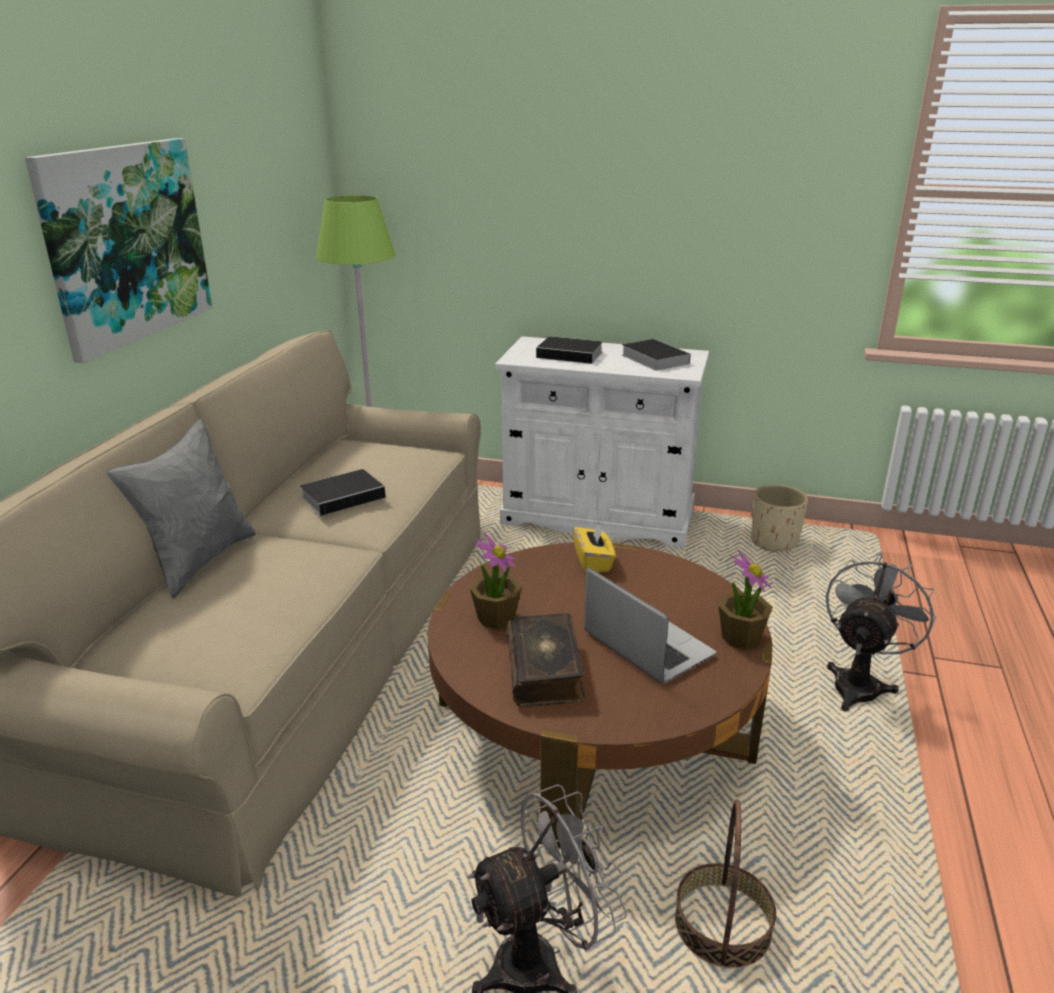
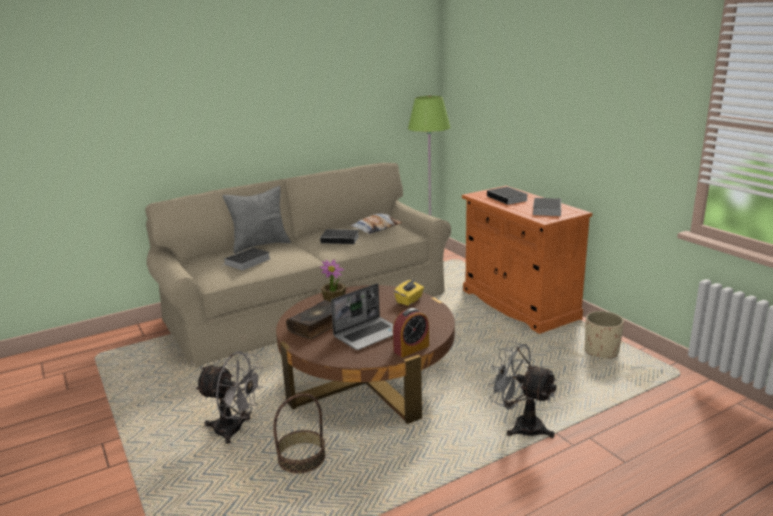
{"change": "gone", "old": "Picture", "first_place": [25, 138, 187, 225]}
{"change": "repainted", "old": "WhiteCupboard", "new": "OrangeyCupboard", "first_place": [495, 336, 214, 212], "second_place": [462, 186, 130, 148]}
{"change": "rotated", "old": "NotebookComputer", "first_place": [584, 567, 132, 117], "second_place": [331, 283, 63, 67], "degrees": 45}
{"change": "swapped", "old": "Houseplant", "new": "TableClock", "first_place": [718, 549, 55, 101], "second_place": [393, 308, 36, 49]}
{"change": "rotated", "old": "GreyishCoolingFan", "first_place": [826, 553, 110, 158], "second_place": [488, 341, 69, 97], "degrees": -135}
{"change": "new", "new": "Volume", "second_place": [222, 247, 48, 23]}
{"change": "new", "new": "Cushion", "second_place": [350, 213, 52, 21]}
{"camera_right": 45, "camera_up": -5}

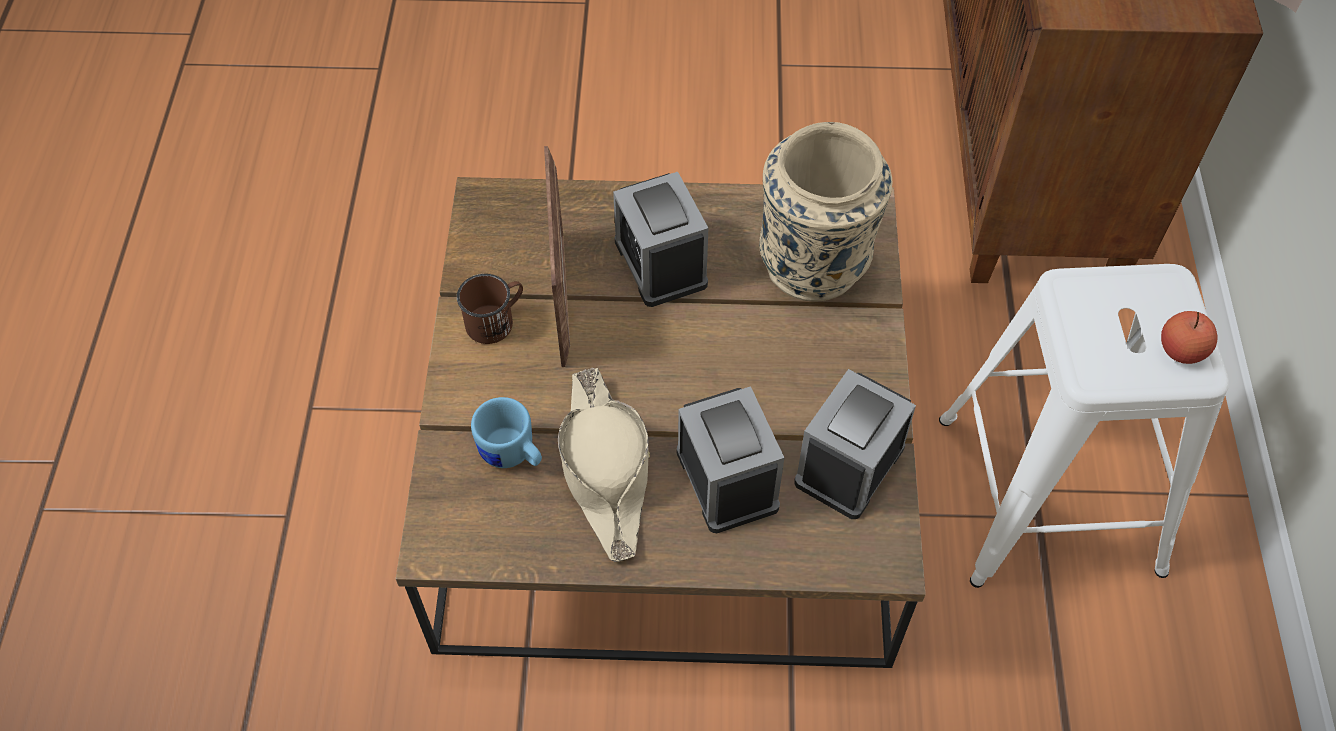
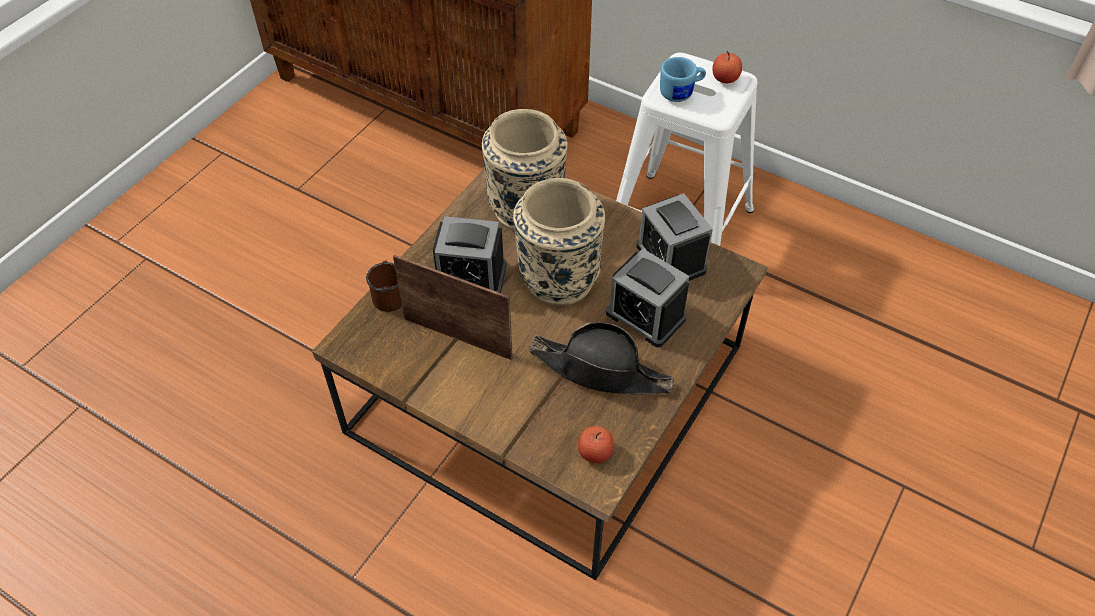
{"change": "shifted", "old": "BrownTeaMug", "first_place": [457, 274, 66, 70], "second_place": [366, 261, 36, 51]}
{"change": "shifted", "old": "BlueTeaMug", "first_place": [471, 397, 71, 71], "second_place": [660, 57, 46, 45]}
{"change": "repainted", "old": "SandColouredWearableHat", "new": "BlackColouredWearableHat", "first_place": [558, 368, 92, 194], "second_place": [529, 322, 145, 73]}
{"change": "rotated", "old": "TableClock", "first_place": [677, 386, 107, 147], "second_place": [606, 248, 83, 99], "degrees": -150}
{"change": "new", "new": "SandColouredFlowerVase", "second_place": [513, 178, 92, 128]}
{"change": "new", "new": "AppleFruit", "second_place": [578, 426, 36, 37]}
{"camera_right": -60, "camera_up": -5}

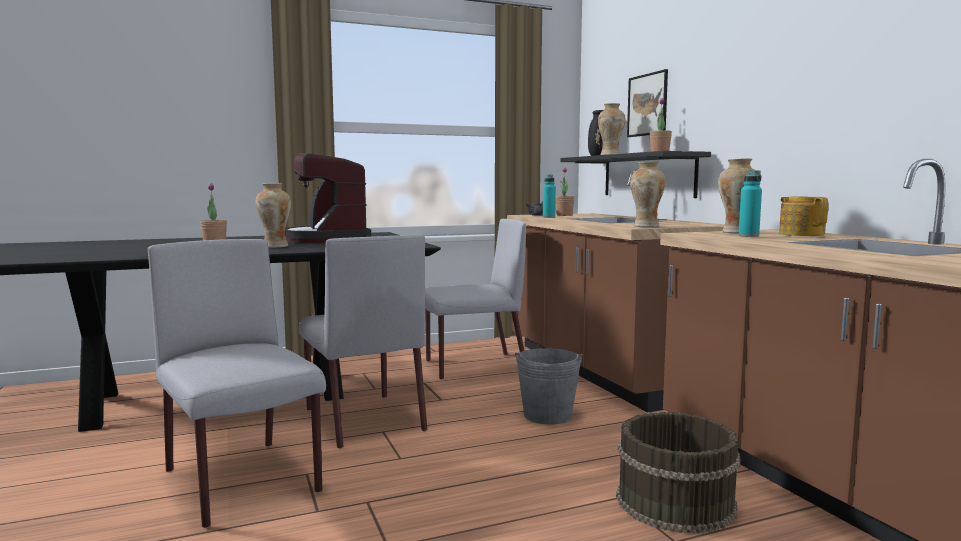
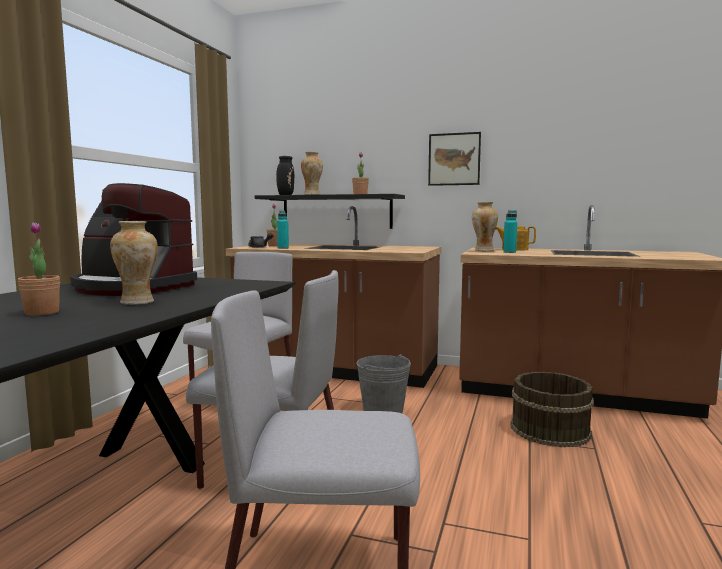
{"change": "shifted", "old": "Picture", "first_place": [627, 69, 41, 68], "second_place": [428, 132, 53, 54]}
{"change": "gone", "old": "FlowerVase", "first_place": [630, 162, 36, 65]}
{"camera_right": -50, "camera_up": 0}

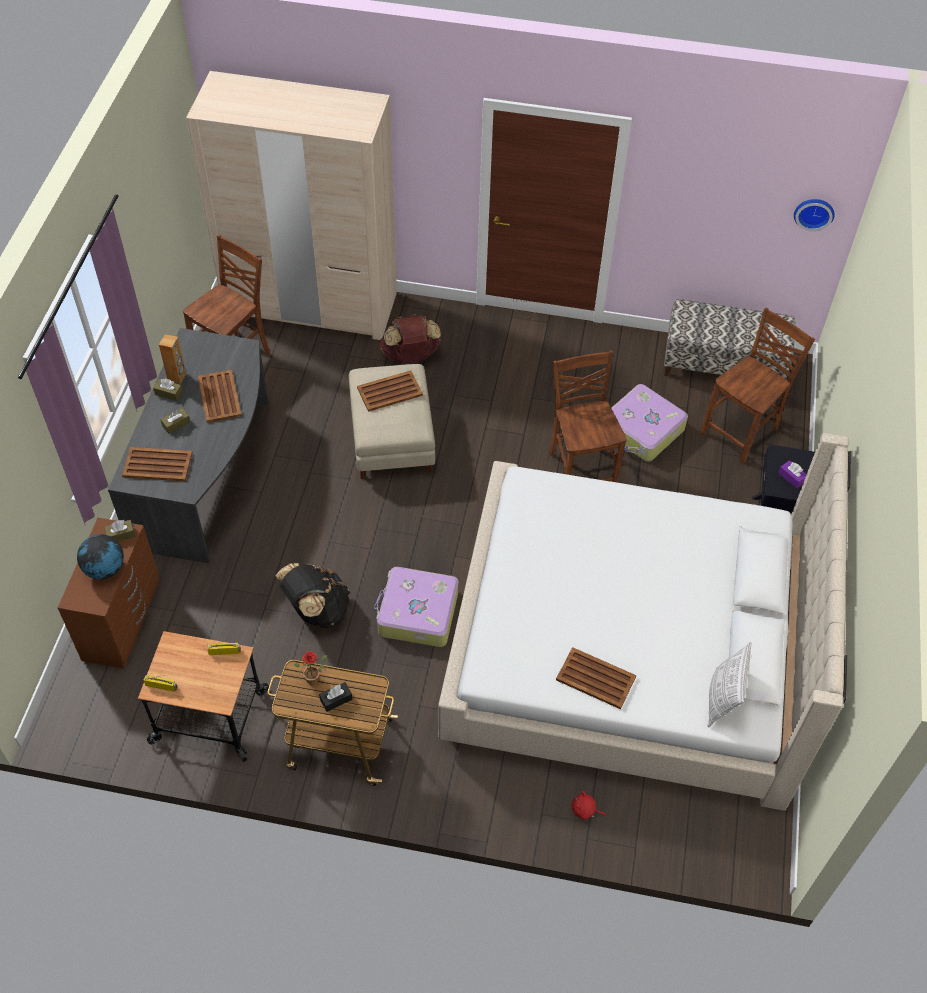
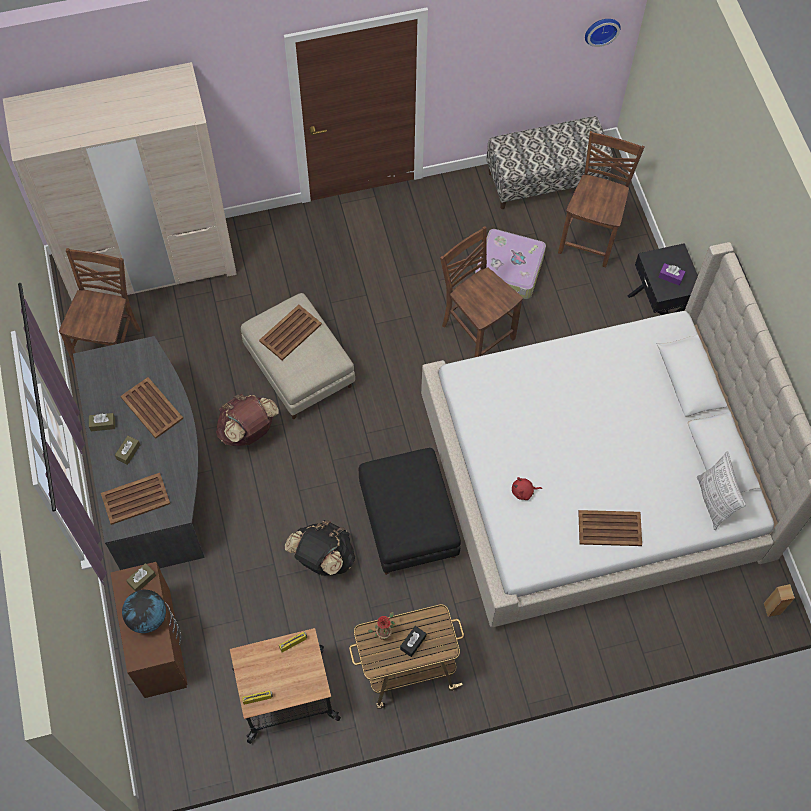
{"change": "shifted", "old": "BrownSpeaker", "first_place": [159, 334, 27, 50], "second_place": [764, 584, 31, 33]}
{"change": "swapped", "old": "TravelCase", "new": "BlackColouredOttoman", "first_place": [374, 567, 84, 80], "second_place": [358, 448, 103, 127]}
{"change": "shifted", "old": "BrownBackpack", "first_place": [379, 314, 62, 49], "second_place": [216, 394, 63, 52]}
{"change": "shifted", "old": "RedPlushToy", "first_place": [571, 791, 34, 29], "second_place": [512, 477, 31, 23]}
{"camera_right": -25, "camera_up": 10}

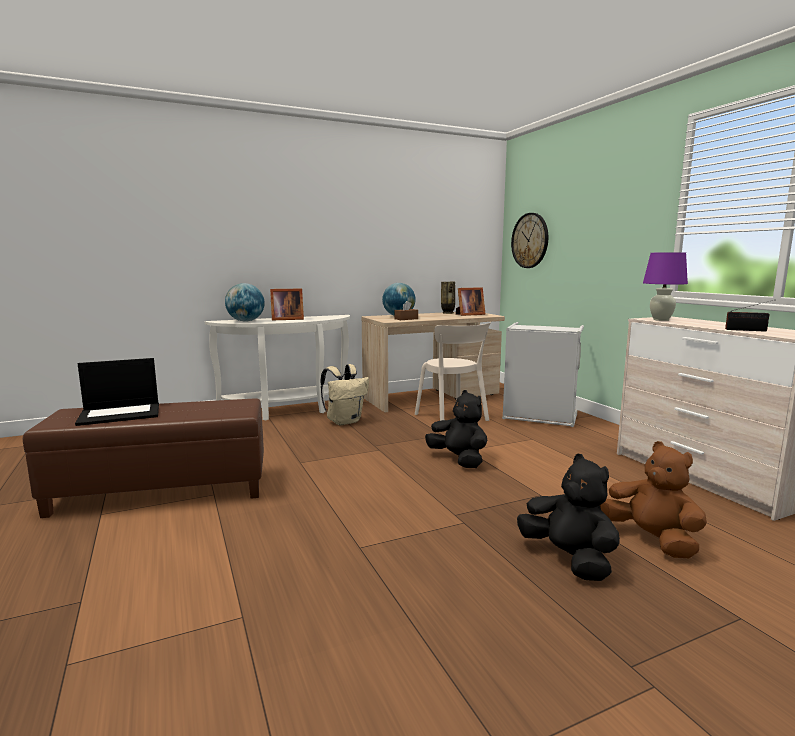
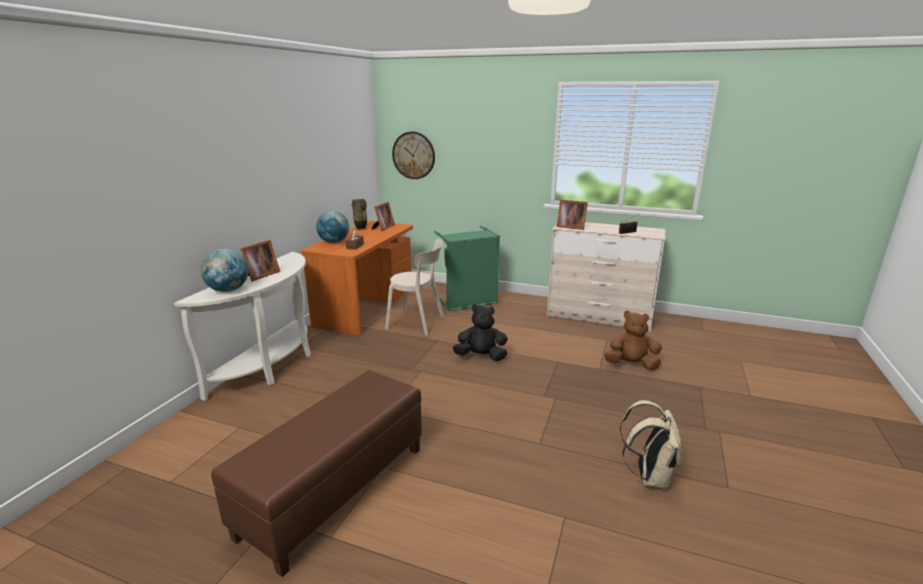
{"change": "gone", "old": "NotebookComputer", "first_place": [75, 358, 84, 68]}
{"change": "shifted", "old": "SandColouredBackpack", "first_place": [321, 364, 48, 61], "second_place": [620, 400, 62, 90]}
{"change": "repainted", "old": "SandColouredDeskUnit", "new": "OrangeyDeskUnit", "first_place": [361, 312, 144, 100], "second_place": [302, 221, 111, 115]}
{"change": "repainted", "old": "GreyishLaundryBasket", "new": "GreenColouredLaundryBasket", "first_place": [502, 322, 82, 105], "second_place": [434, 226, 66, 86]}
{"change": "gone", "old": "BlackColouredPlushToy", "first_place": [517, 454, 103, 127]}
{"change": "swapped", "old": "PurpleTableLamp", "new": "PictureFrame", "first_place": [643, 252, 45, 69], "second_place": [556, 200, 32, 30]}
{"camera_right": -45, "camera_up": 10}

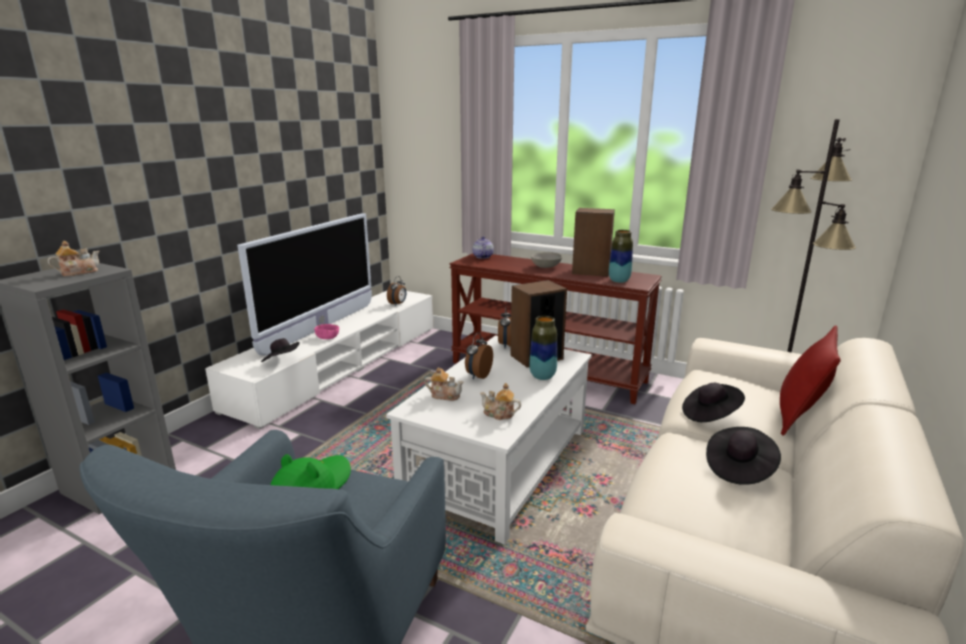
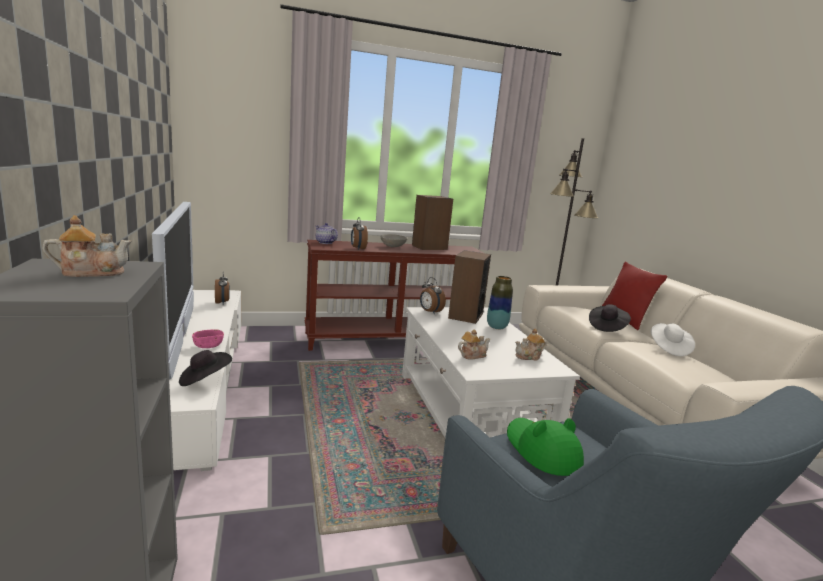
{"change": "rotated", "old": "PotForTea", "first_place": [48, 241, 52, 35], "second_place": [42, 215, 90, 62], "degrees": 60}
{"change": "shifted", "old": "TableClock", "first_place": [465, 332, 28, 47], "second_place": [351, 217, 17, 33]}
{"change": "gone", "old": "FlowerVase", "first_place": [609, 230, 24, 53]}
{"change": "repainted", "old": "BlackColouredWearableHat", "new": "WhiteWearableHat", "first_place": [706, 427, 75, 58], "second_place": [651, 323, 44, 33]}
{"camera_right": -45, "camera_up": -5}

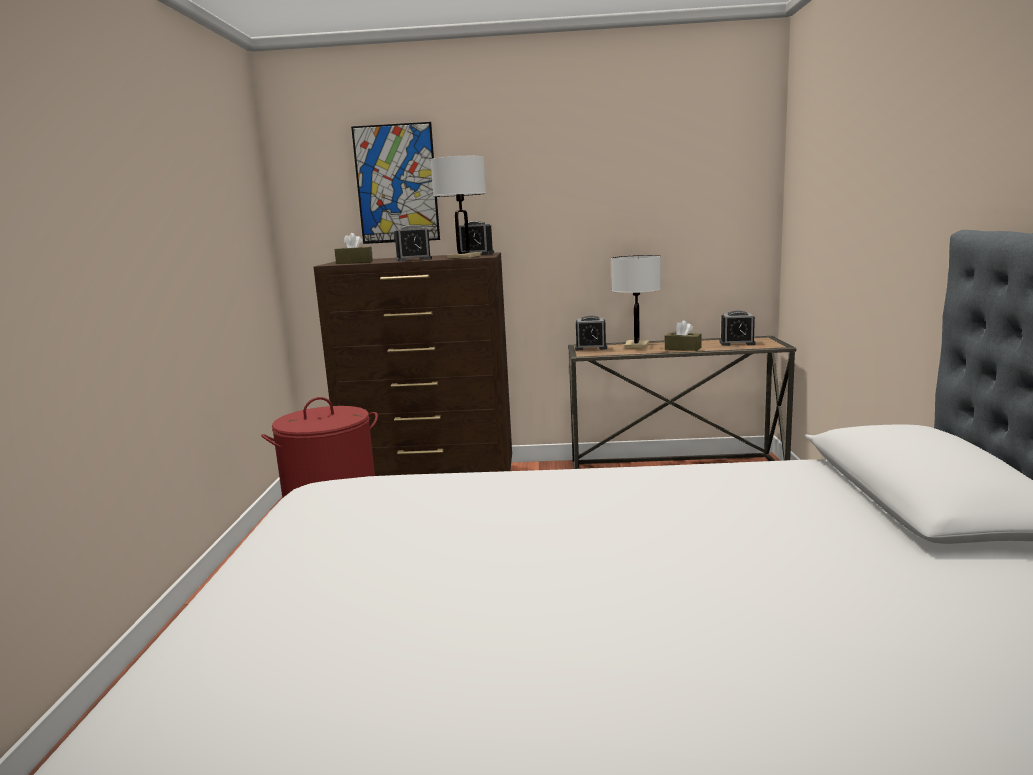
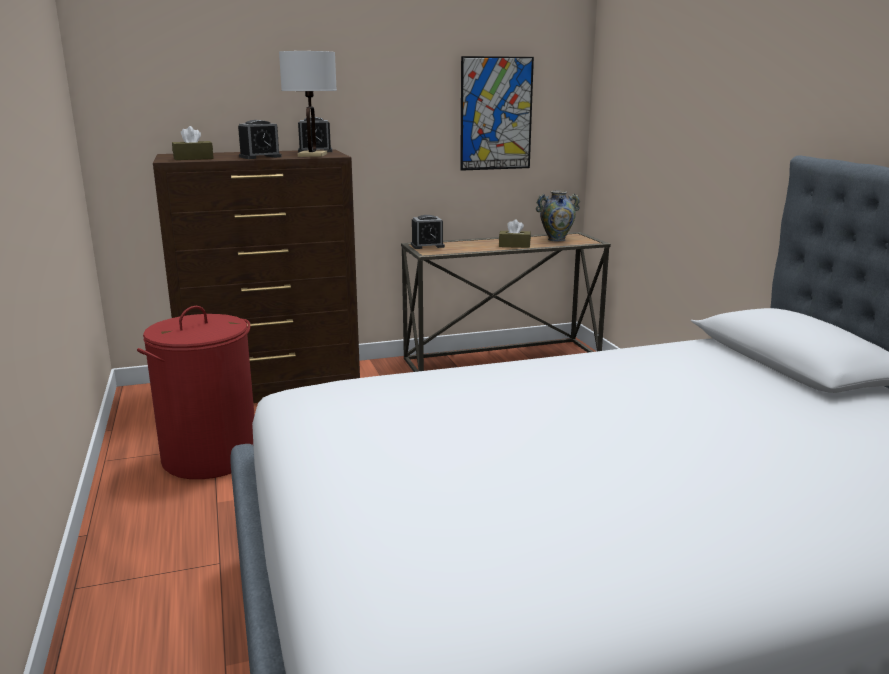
{"change": "shifted", "old": "Picture", "first_place": [351, 122, 89, 122], "second_place": [460, 56, 74, 115]}
{"change": "gone", "old": "WhiteTableLamp", "first_place": [611, 255, 50, 93]}
{"change": "swapped", "old": "TableClock", "new": "FlowerVase", "first_place": [720, 311, 36, 35], "second_place": [536, 190, 44, 51]}
{"camera_right": -20, "camera_up": 5}

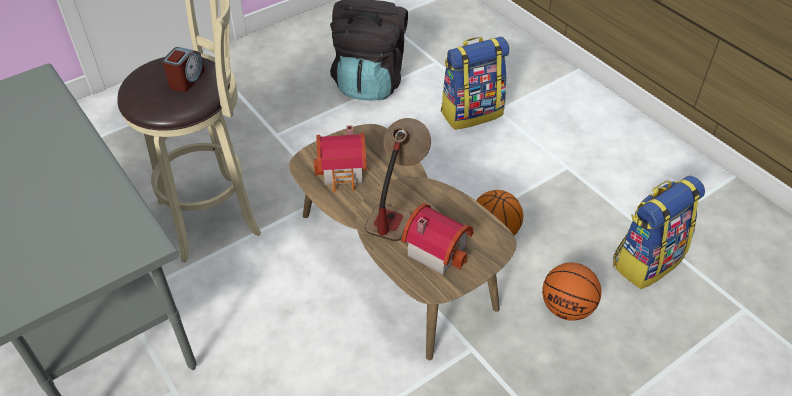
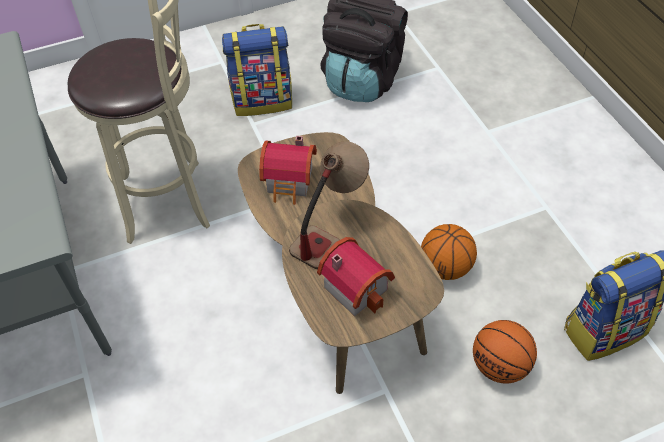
{"change": "gone", "old": "TableClock", "first_place": [163, 47, 42, 45]}
{"change": "shifted", "old": "Backpack", "first_place": [441, 37, 68, 93], "second_place": [222, 24, 70, 92]}
{"camera_right": 15, "camera_up": 5}

